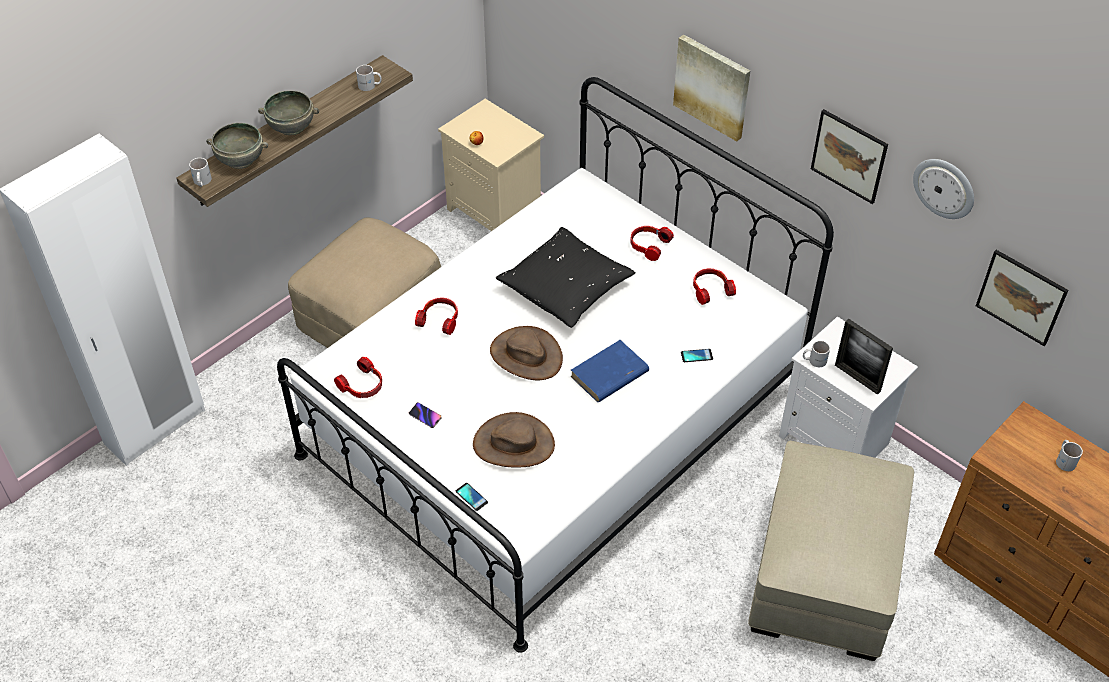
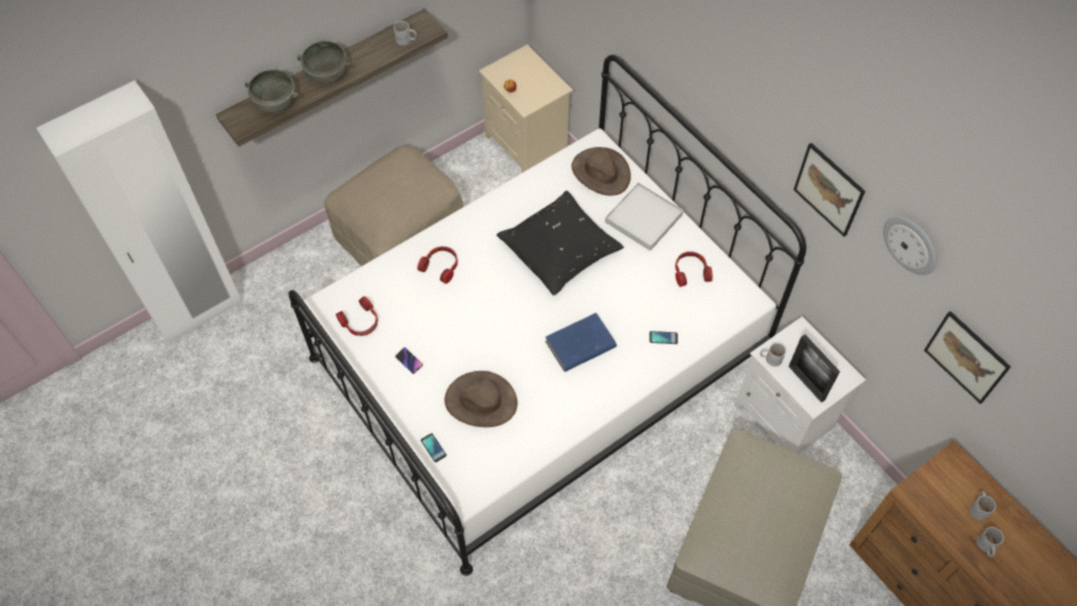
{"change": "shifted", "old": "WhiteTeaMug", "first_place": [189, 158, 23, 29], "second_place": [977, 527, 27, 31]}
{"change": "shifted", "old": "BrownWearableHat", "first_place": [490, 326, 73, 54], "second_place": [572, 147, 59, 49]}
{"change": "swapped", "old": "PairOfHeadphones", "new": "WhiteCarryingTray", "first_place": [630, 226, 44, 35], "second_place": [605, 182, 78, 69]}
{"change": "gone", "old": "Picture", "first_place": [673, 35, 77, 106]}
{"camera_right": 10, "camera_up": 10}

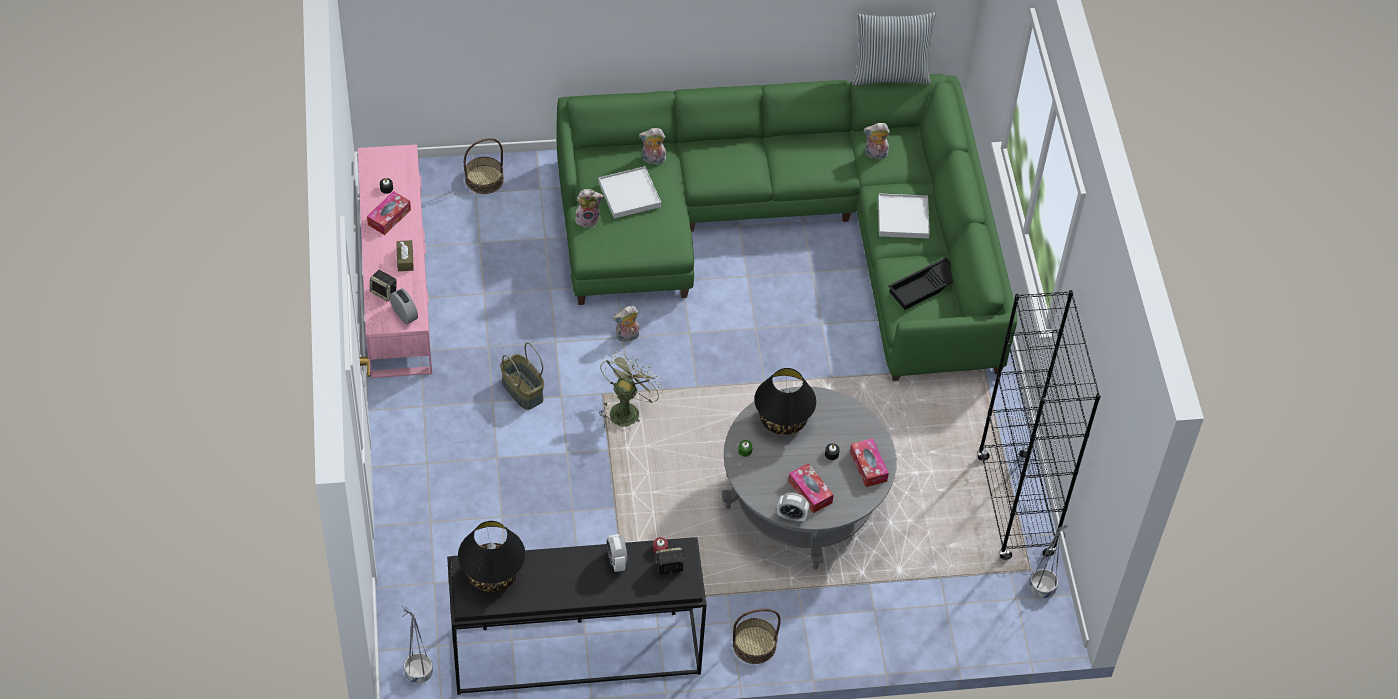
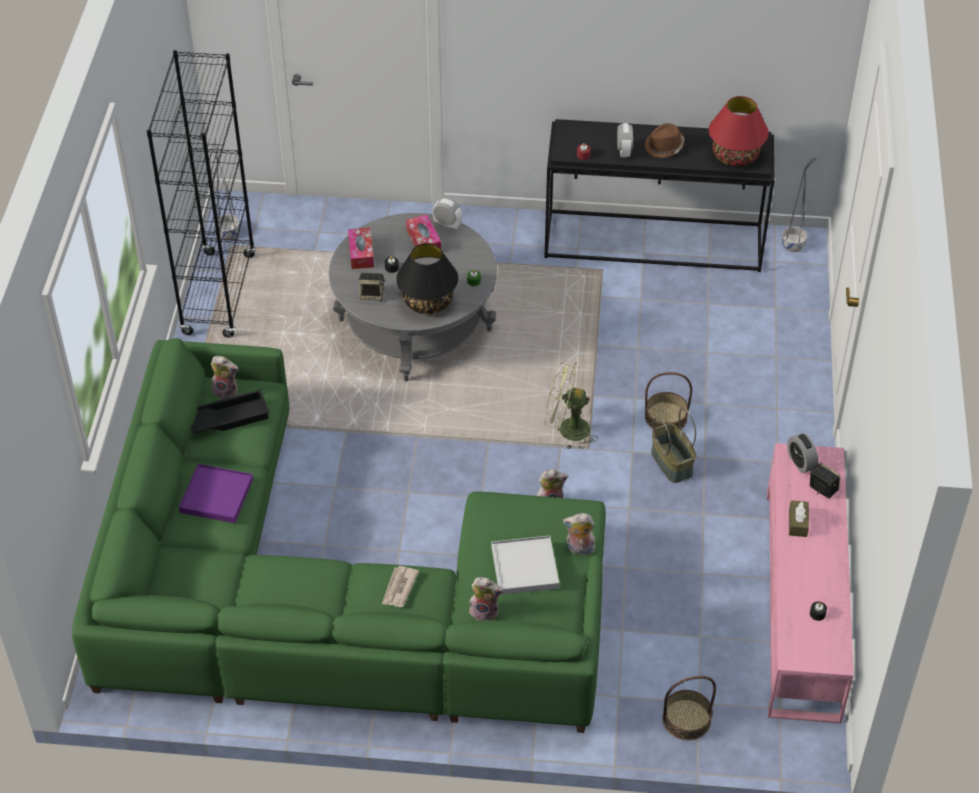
{"change": "gone", "old": "BoxOfTissues", "first_place": [367, 191, 44, 44]}
{"change": "repainted", "old": "BlackColouredTableLamp", "new": "RedTableLamp", "first_place": [458, 521, 67, 71], "second_place": [709, 96, 60, 70]}
{"change": "rotated", "old": "GreenColouredCoolingFan", "first_place": [599, 352, 64, 76], "second_place": [545, 361, 53, 89], "degrees": 60}
{"change": "shifted", "old": "Speaker", "first_place": [655, 547, 30, 29], "second_place": [359, 273, 27, 28]}
{"change": "shifted", "old": "Basket", "first_place": [733, 609, 48, 55], "second_place": [645, 372, 47, 57]}
{"change": "gone", "old": "Cushion", "first_place": [852, 12, 84, 73]}
{"change": "shifted", "old": "PlushToy", "first_place": [864, 123, 26, 36], "second_place": [211, 356, 28, 44]}
{"change": "repainted", "old": "WhiteCarryingTray", "new": "PurpleCarryingTray", "first_place": [878, 193, 52, 46], "second_place": [179, 464, 74, 59]}
{"change": "new", "new": "DailyPaper", "second_place": [382, 566, 37, 41]}
{"change": "new", "new": "BrownWearableHat", "second_place": [644, 123, 41, 35]}
{"camera_right": -165, "camera_up": -5}

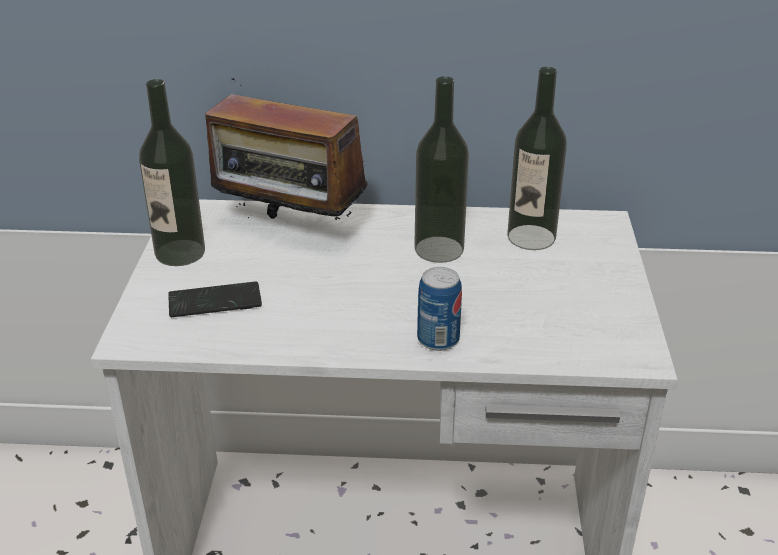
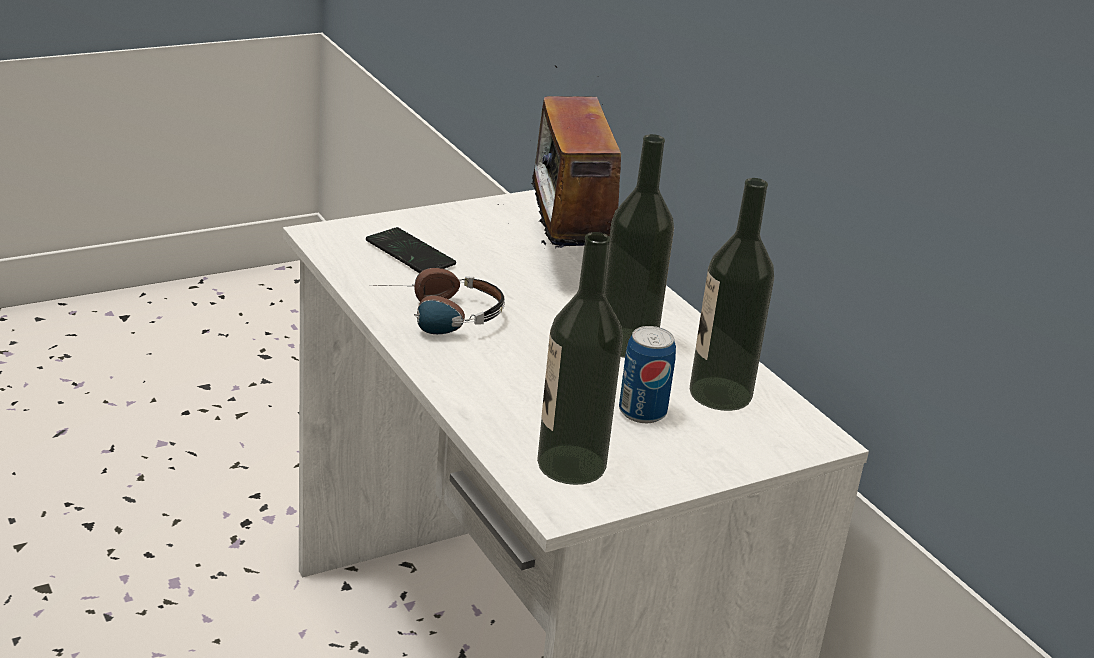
{"change": "shifted", "old": "Bottle", "first_place": [139, 79, 66, 187], "second_place": [537, 232, 86, 253]}
{"change": "shifted", "old": "MetalCan", "first_place": [417, 267, 45, 84], "second_place": [619, 326, 57, 97]}
{"change": "new", "new": "PairOfHeadphones", "second_place": [375, 268, 130, 66]}
{"camera_right": 55, "camera_up": -5}

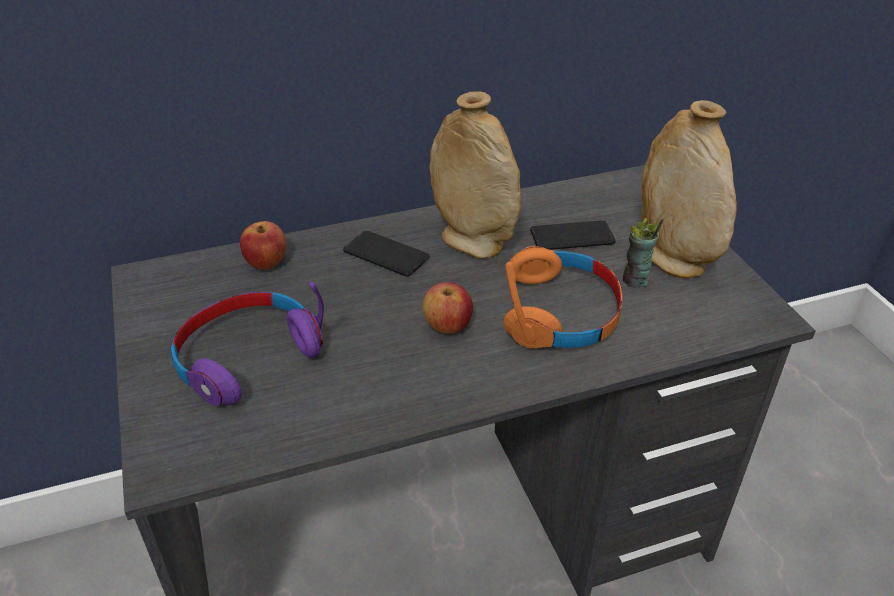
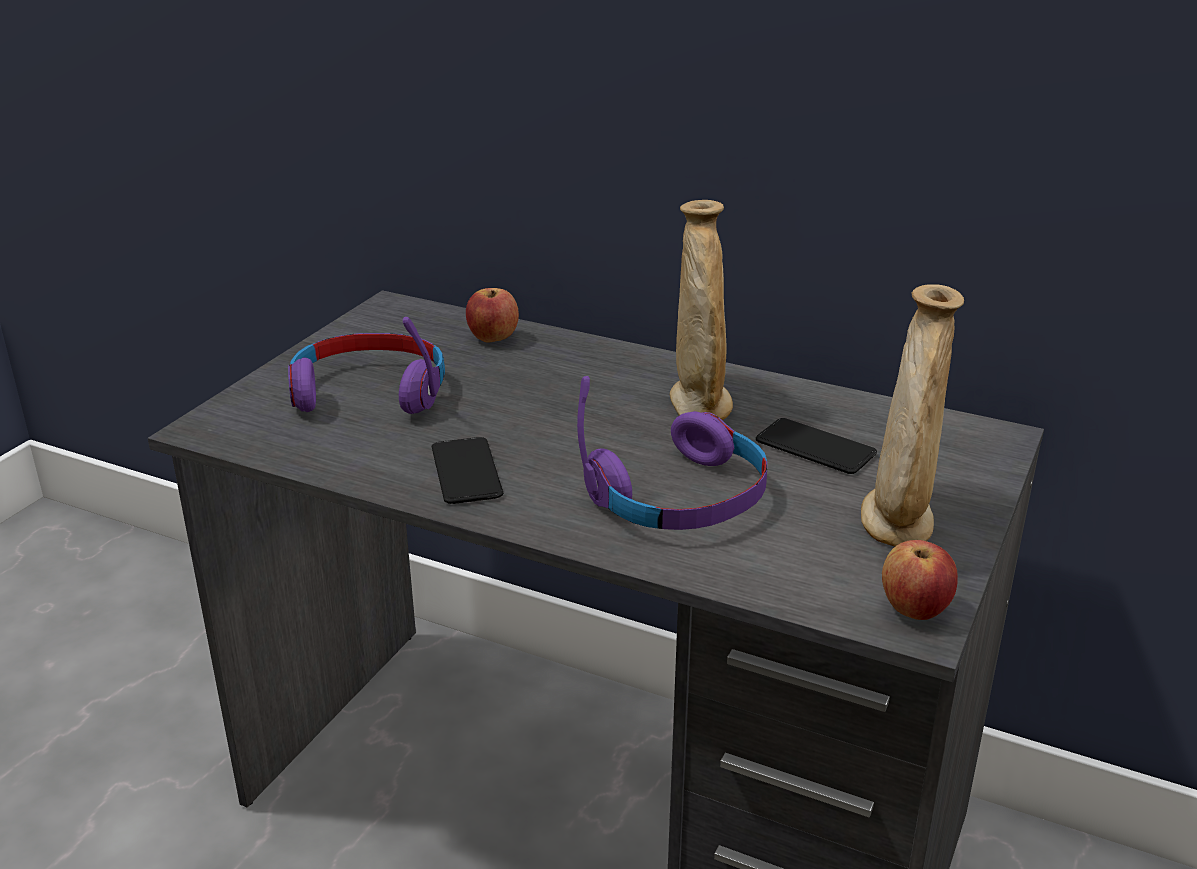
{"change": "shifted", "old": "Phone", "first_place": [343, 231, 87, 45], "second_place": [432, 437, 72, 67]}
{"change": "shifted", "old": "AppleFruit", "first_place": [423, 282, 50, 52], "second_place": [882, 540, 76, 80]}
{"change": "repainted", "old": "OrangeyPairOfHeadphones", "new": "PurplePairOfHeadphones", "first_place": [504, 246, 118, 103], "second_place": [577, 376, 190, 154]}
{"change": "gone", "old": "SmallCup", "first_place": [623, 218, 41, 70]}
{"camera_right": 45, "camera_up": -10}

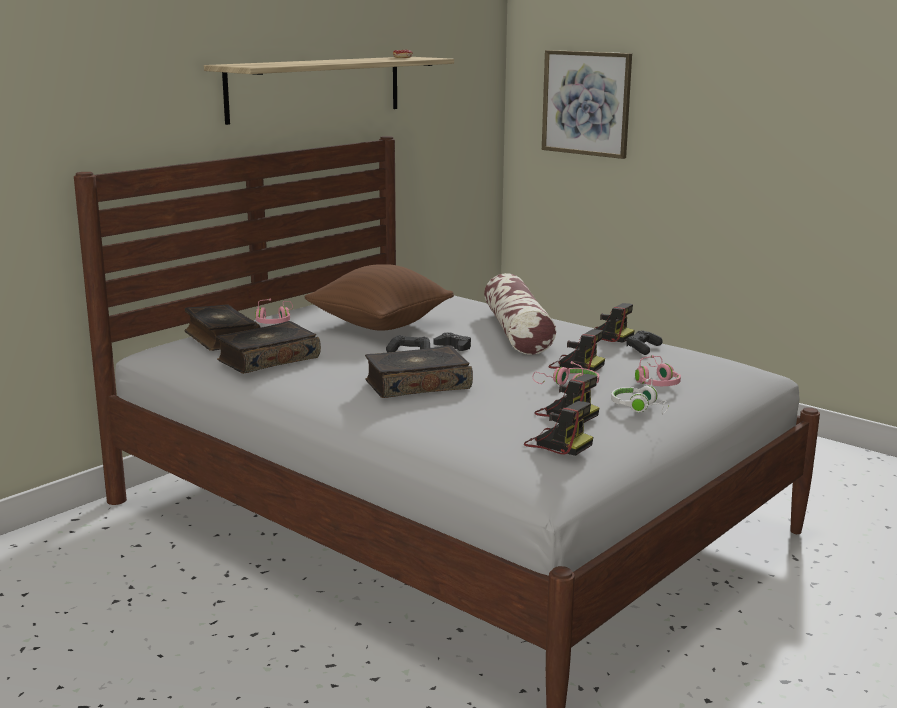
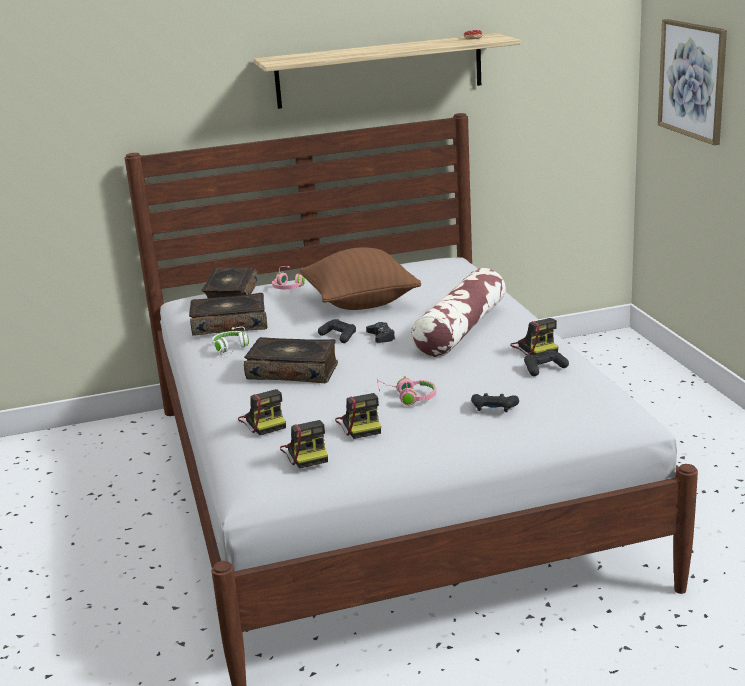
{"change": "shifted", "old": "PhotoCamera", "first_place": [549, 329, 56, 43], "second_place": [238, 389, 48, 46]}
{"change": "shifted", "old": "WhitePairOfHeadphones", "first_place": [611, 377, 58, 37], "second_place": [212, 327, 37, 30]}
{"change": "swapped", "old": "PinkColouredPairOfHeadphones", "new": "BlackColouredJoypad", "first_place": [635, 355, 46, 31], "second_place": [471, 393, 48, 19]}
{"camera_right": 35, "camera_up": 5}

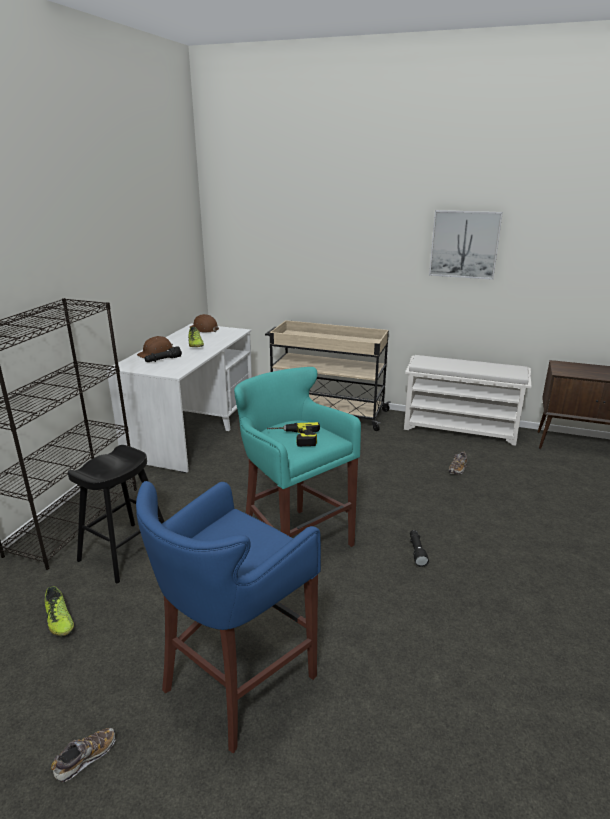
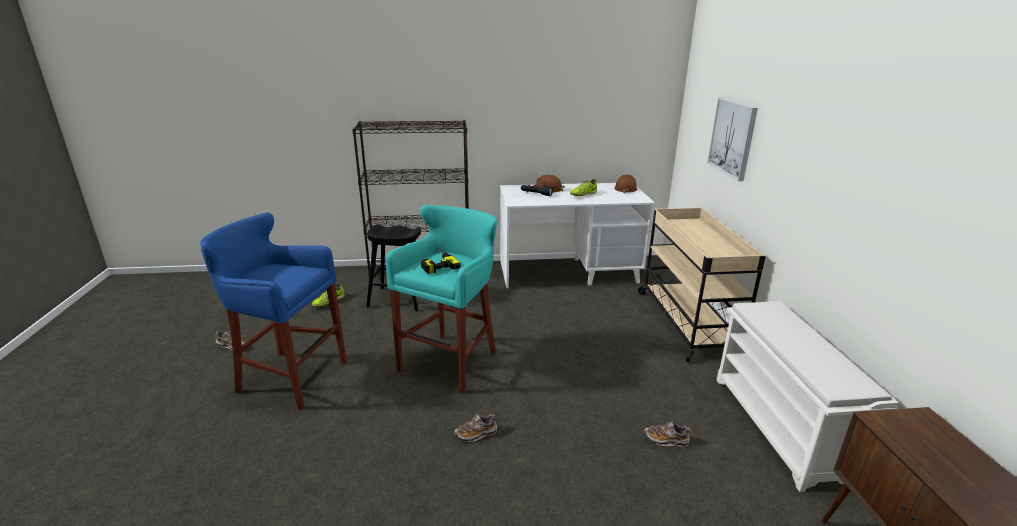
{"change": "swapped", "old": "BlackColouredFlashlight", "new": "LowShoe", "first_place": [410, 530, 19, 37], "second_place": [454, 414, 43, 28]}
{"change": "shifted", "old": "Picture", "first_place": [429, 210, 74, 70], "second_place": [707, 97, 51, 84]}
{"camera_right": 65, "camera_up": 0}

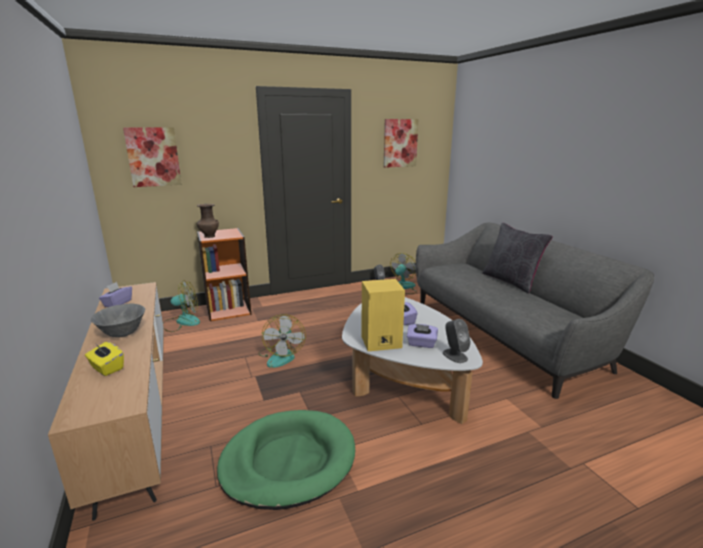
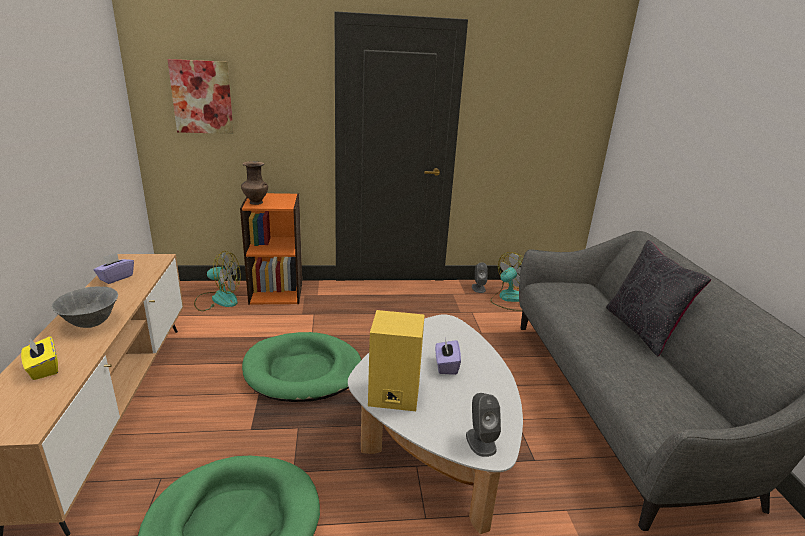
{"change": "swapped", "old": "CoolingFan", "new": "GreenColouredDogBed", "first_place": [258, 314, 48, 54], "second_place": [242, 332, 119, 70]}
{"change": "gone", "old": "Picture", "first_place": [384, 119, 34, 49]}
{"change": "gone", "old": "PurpleBoxOfTissues", "first_place": [407, 324, 31, 24]}
{"camera_right": 15, "camera_up": 5}

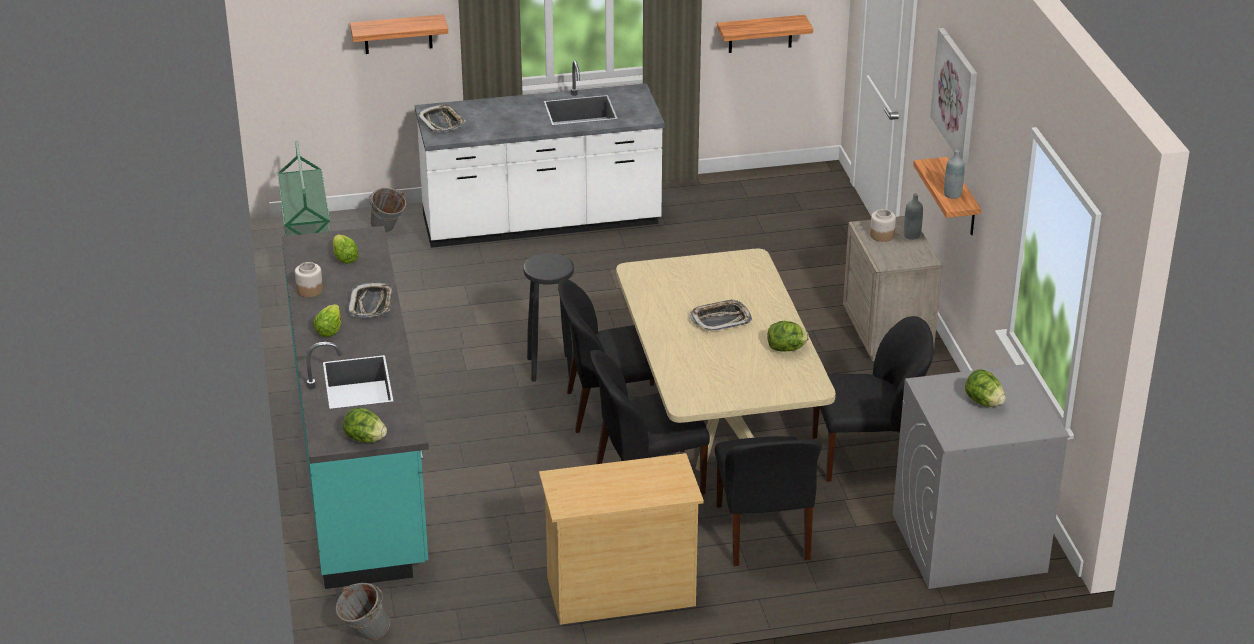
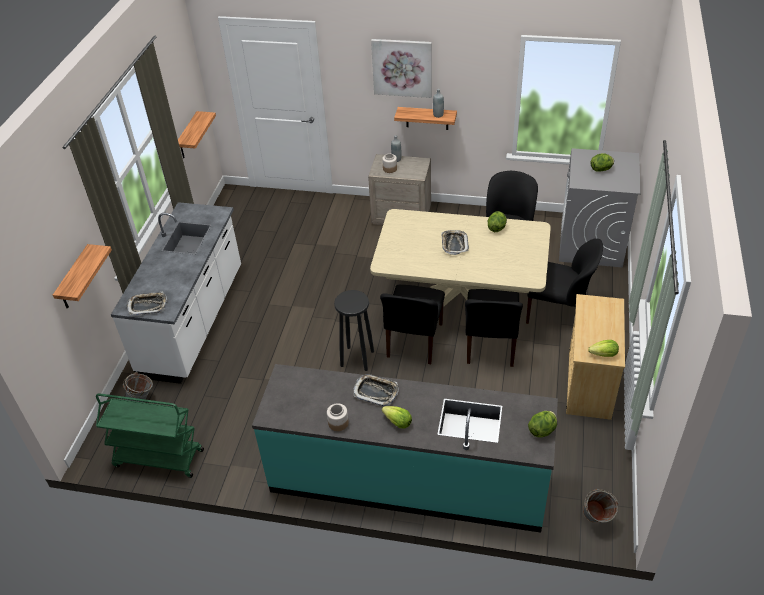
{"change": "shifted", "old": "LettuceHead", "first_place": [333, 234, 26, 30], "second_place": [588, 340, 31, 17]}
{"camera_right": -65, "camera_up": 10}

